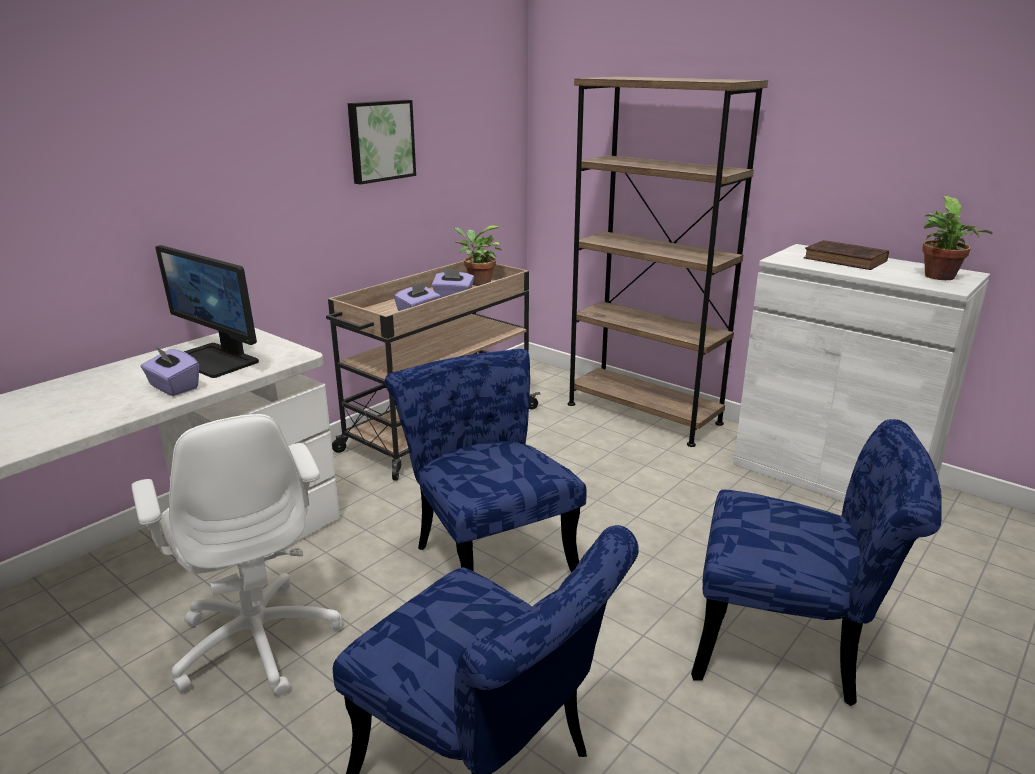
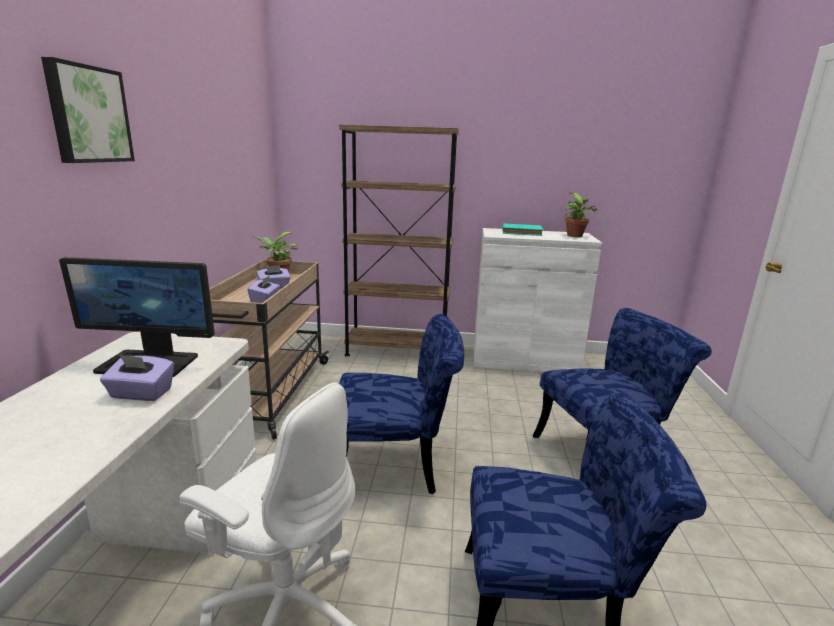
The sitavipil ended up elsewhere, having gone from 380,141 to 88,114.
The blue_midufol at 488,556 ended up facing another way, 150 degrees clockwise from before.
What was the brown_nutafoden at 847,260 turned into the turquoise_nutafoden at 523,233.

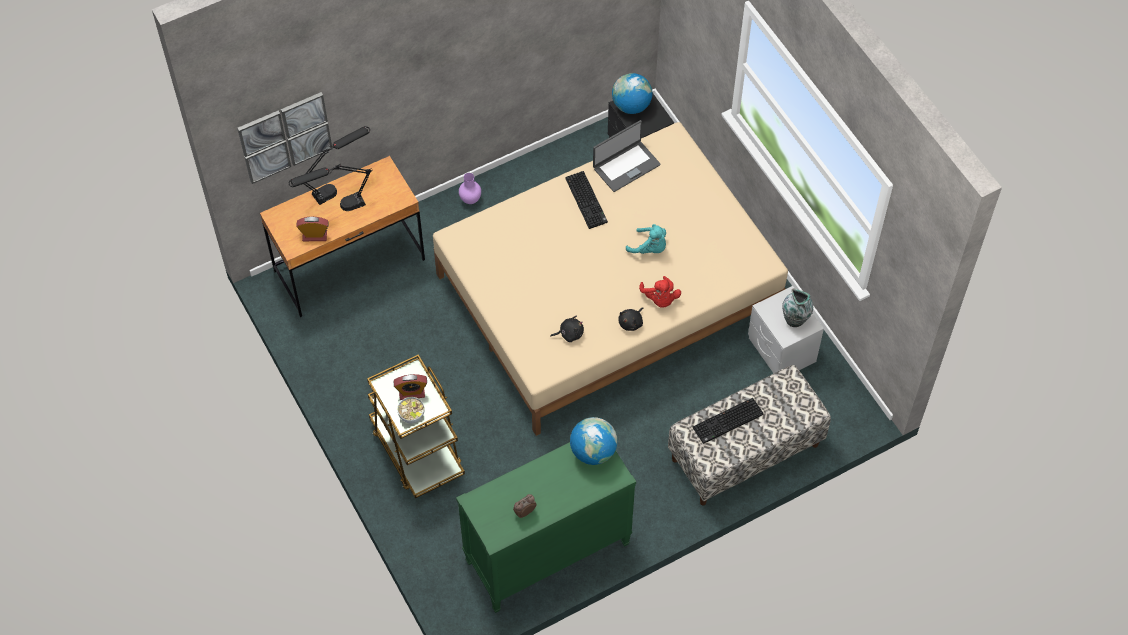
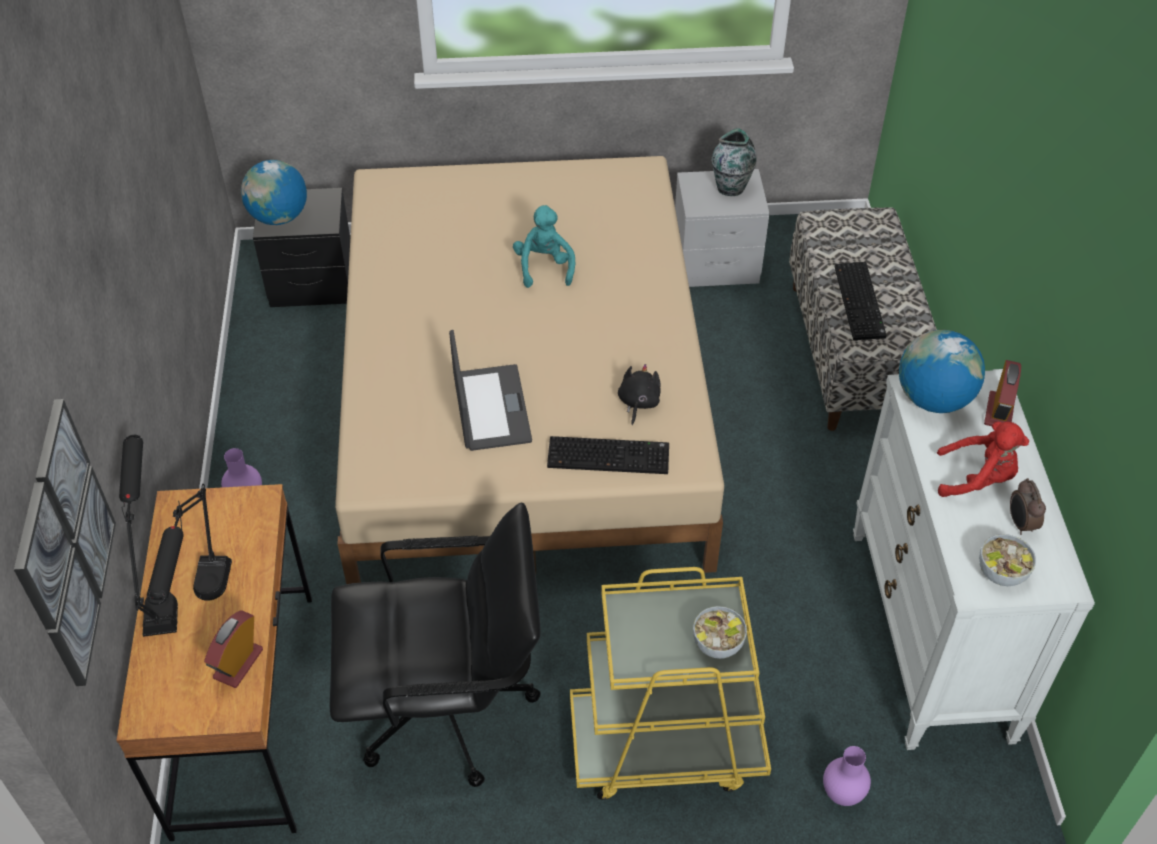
What was the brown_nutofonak at 417,450 turned into the yellow_nutofonak at 665,745.
The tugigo ended up elsewhere, having gone from 411,393 to 999,411.
What was the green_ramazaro at 547,554 turned into the white_ramazaro at 931,634.
The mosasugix ended up elsewhere, having gone from 587,200 to 609,455.
The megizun ended up elsewhere, having gone from 626,166 to 490,408.
The second view lost the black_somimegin at 631,322.
The turquoise_somimegin at 649,248 ended up facing another way, 60 degrees counterclockwise from before.
The red_somimegin ended up elsewhere, having gone from 660,299 to 977,479.
The second view gained the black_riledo at 447,709.
The second view gained the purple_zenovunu at 843,793.
The second view gained the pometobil at 1001,573.

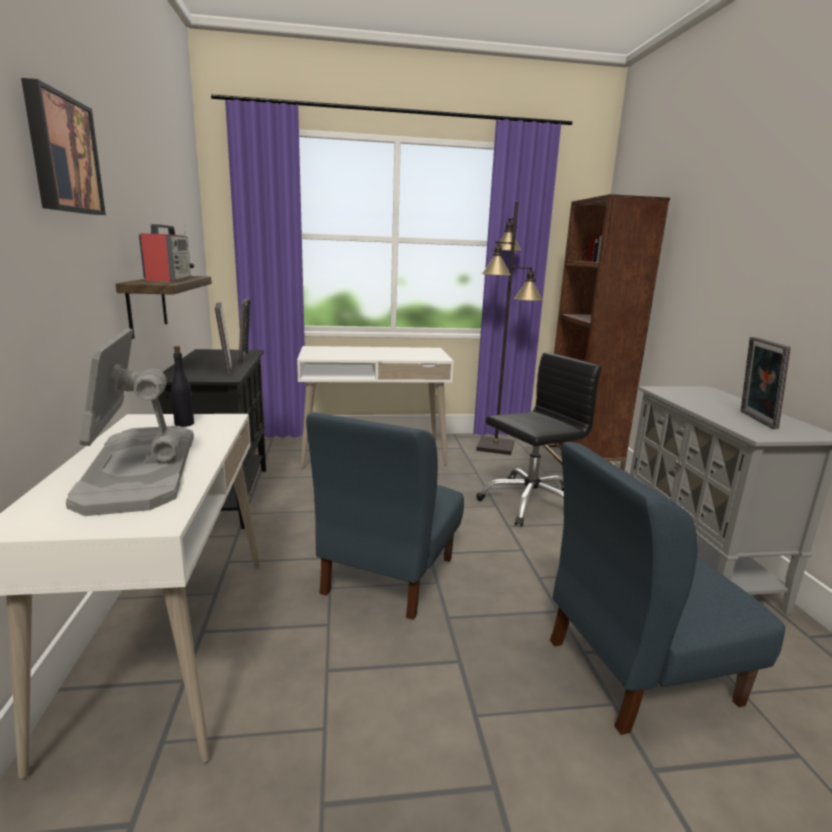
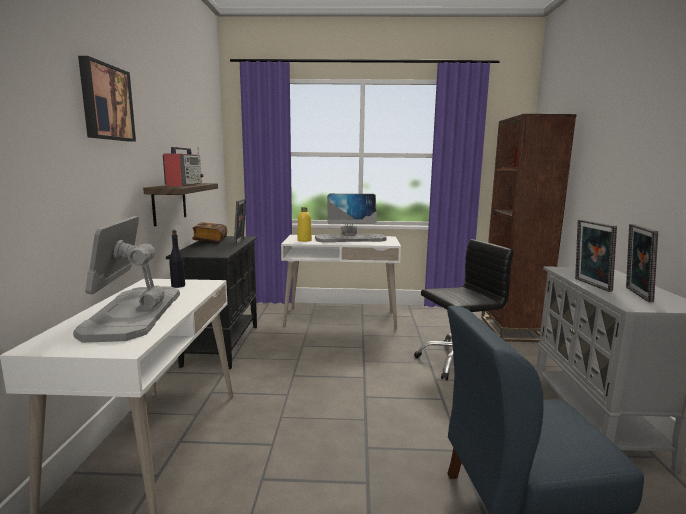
The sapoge ended up elsewhere, having gone from 226,369 to 590,285.
The second view lost the blue_midufol at 388,575.
The second view lost the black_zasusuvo at 496,446.
The second view gained the nutafoden at 210,241.
The second view gained the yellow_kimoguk at 304,240.
The second view gained the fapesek at 351,239.

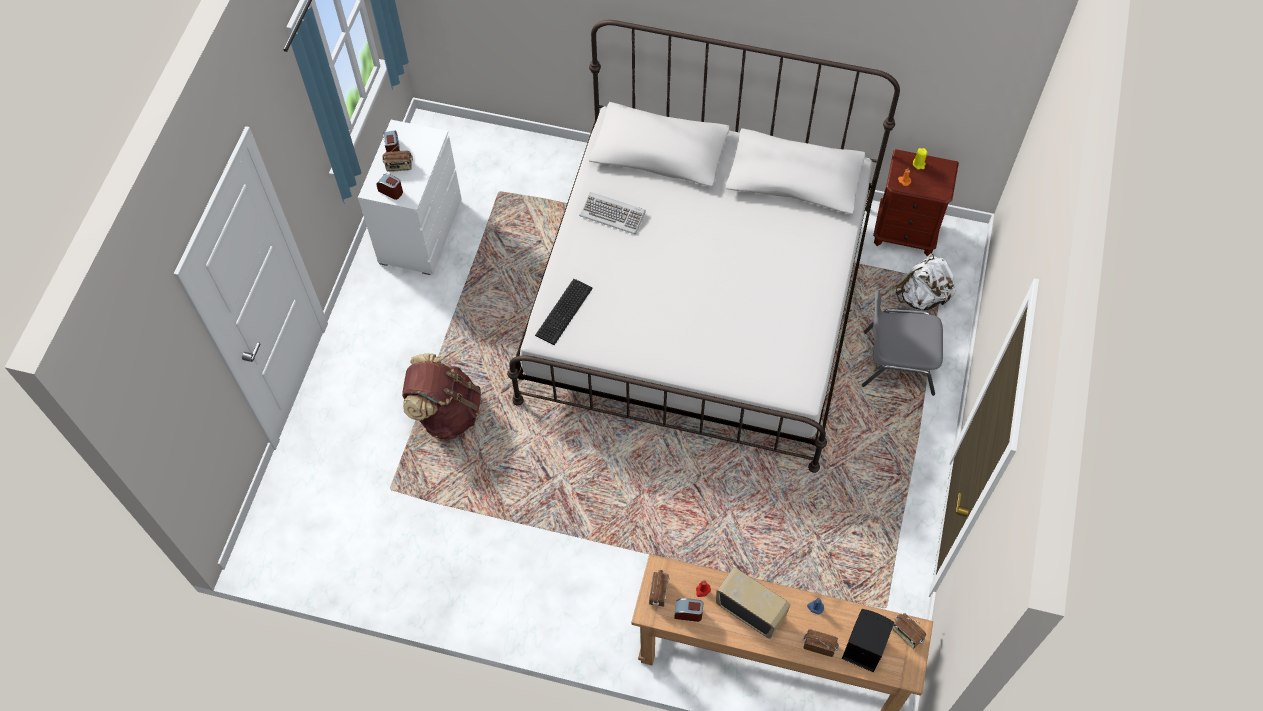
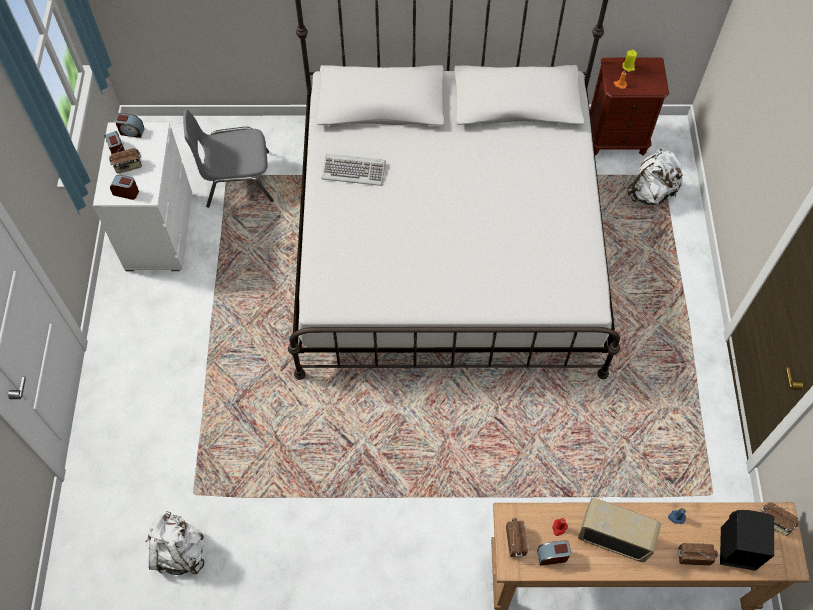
The second view lost the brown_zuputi at 446,412.
The second view lost the mosasugix at 565,311.
The grey_midufol ended up elsewhere, having gone from 897,361 to 236,180.
The second view gained the tugigo at 131,131.
The second view gained the white_zuputi at 179,552.

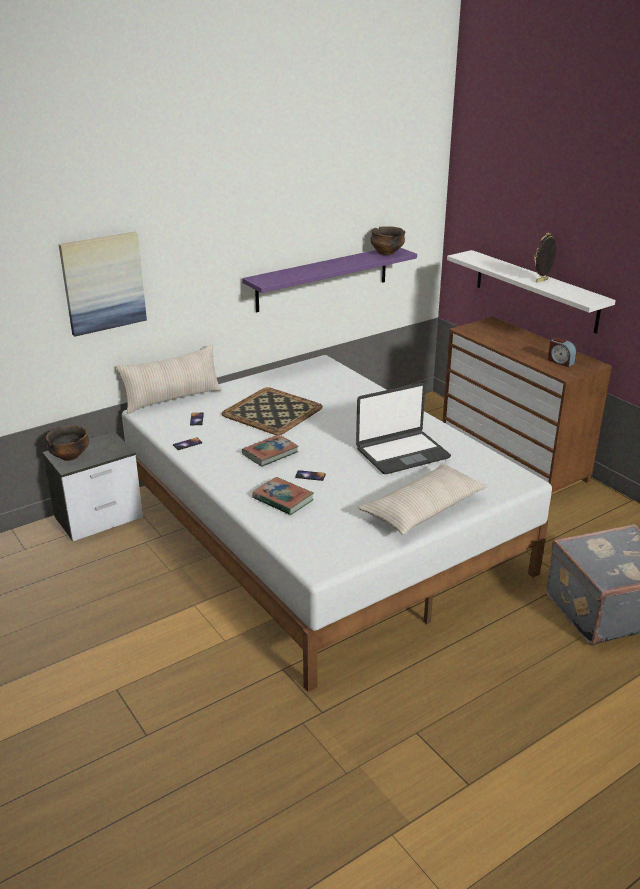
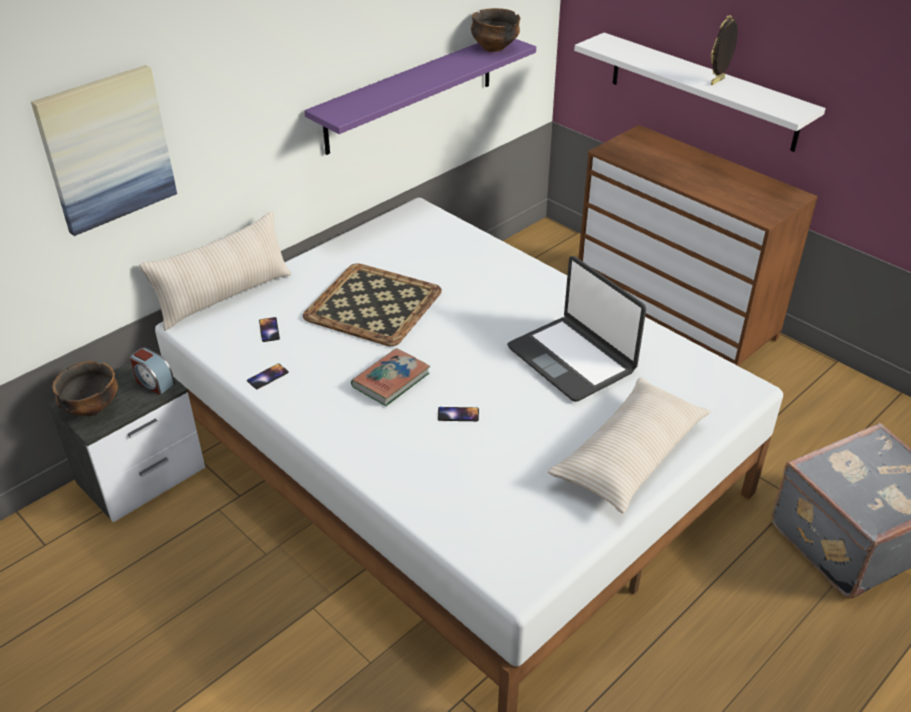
The second view lost the nutafoden at 283,499.
The megizun at 402,453 ended up facing another way, 90 degrees clockwise from before.
The tugigo ended up elsewhere, having gone from 560,361 to 154,382.

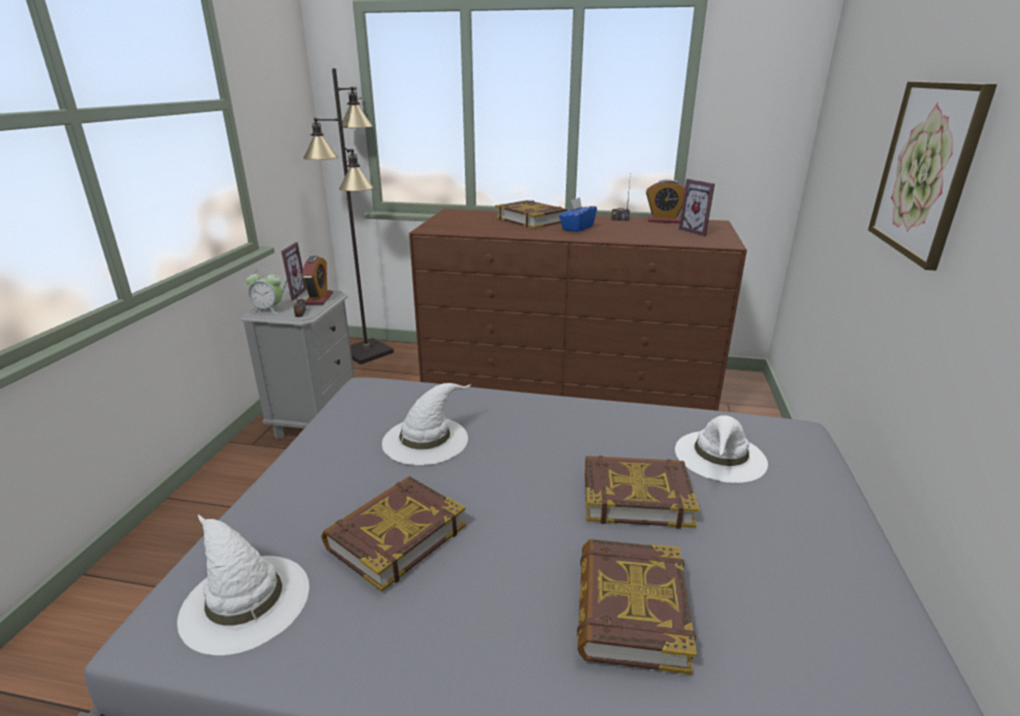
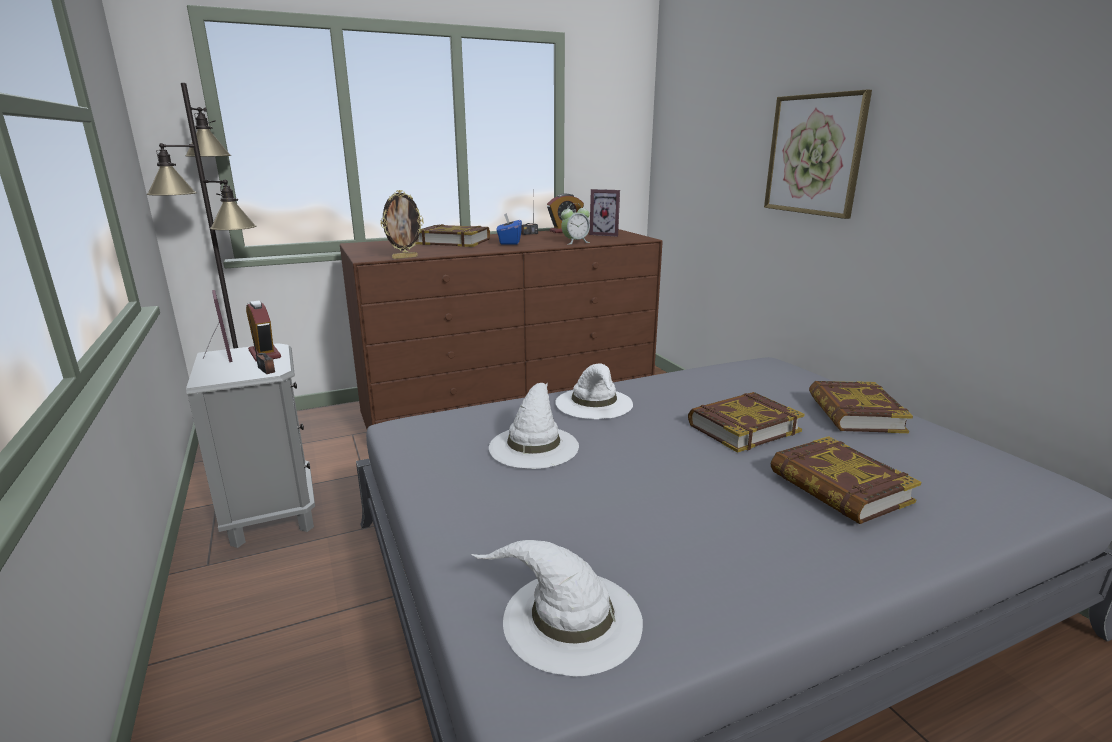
The tugigo ended up elsewhere, having gone from 268,310 to 575,242.
The nutafoden ended up elsewhere, having gone from 395,536 to 854,413.
The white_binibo ended up elsewhere, having gone from 720,456 to 594,403.
The second view gained the sapoge at 405,257.

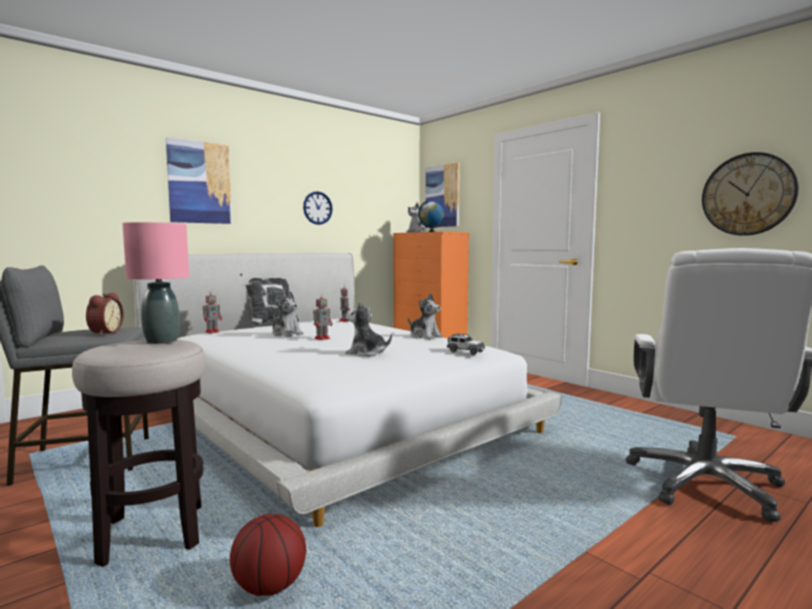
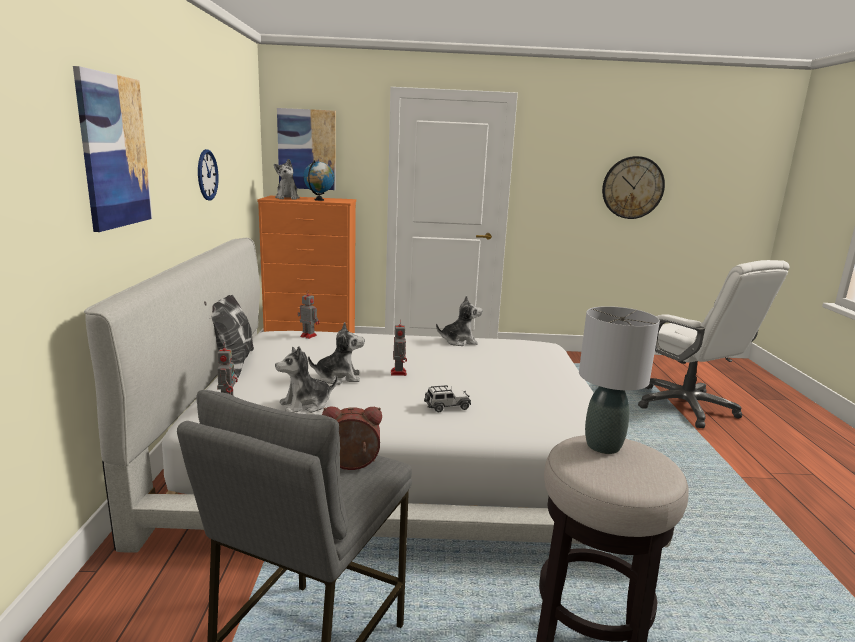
The tugigo at 104,332 ended up facing another way, 45 degrees counterclockwise from before.
What was the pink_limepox at 162,341 turned into the grey_limepox at 604,446.
The second view lost the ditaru at 270,587.
The somimegin ended up elsewhere, having gone from 366,353 to 305,405.
The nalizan ended up elsewhere, having gone from 465,352 to 447,406.

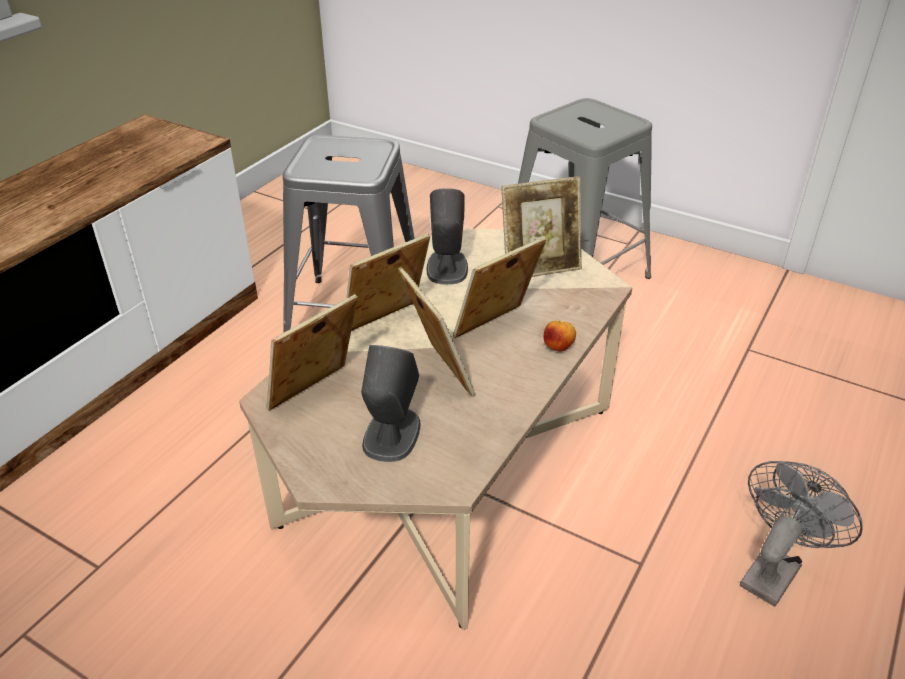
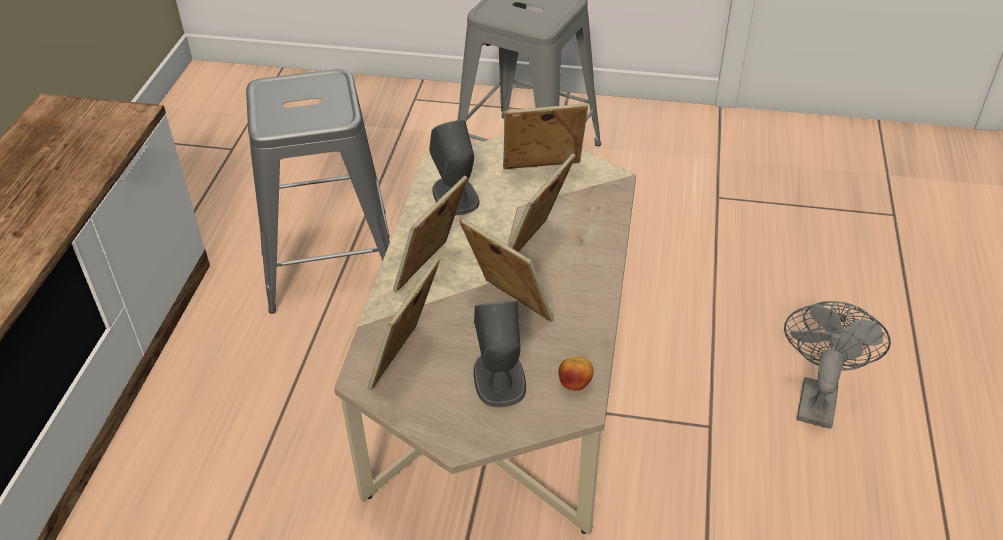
The sapoge at 540,267 ended up facing another way, 150 degrees counterclockwise from before.
The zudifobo ended up elsewhere, having gone from 558,347 to 575,384.

